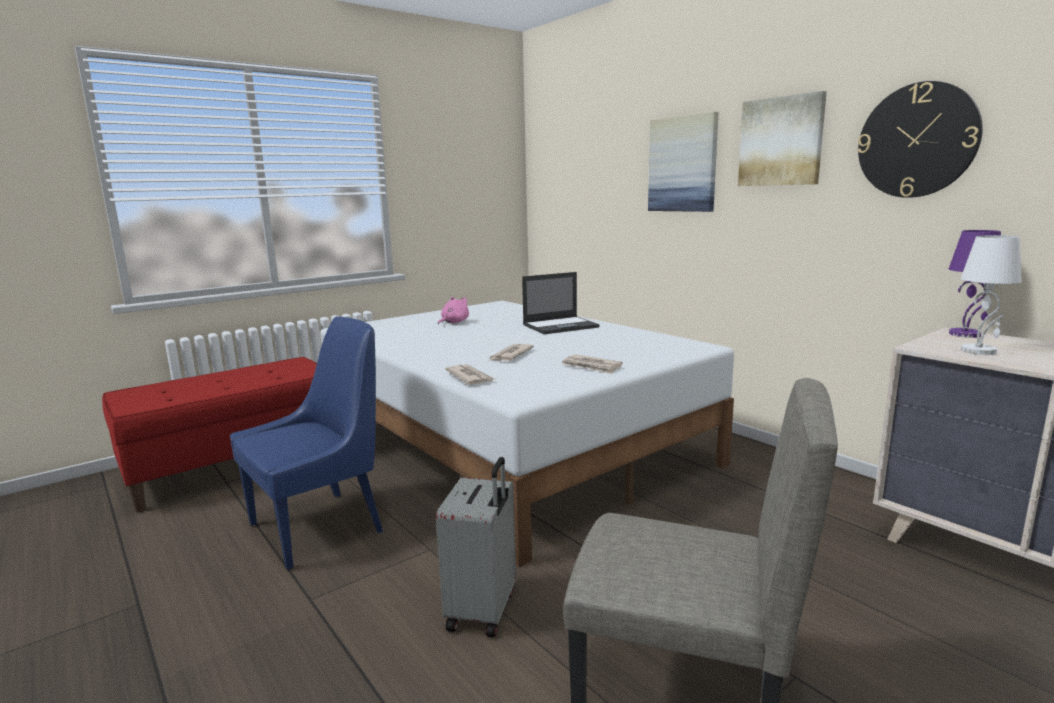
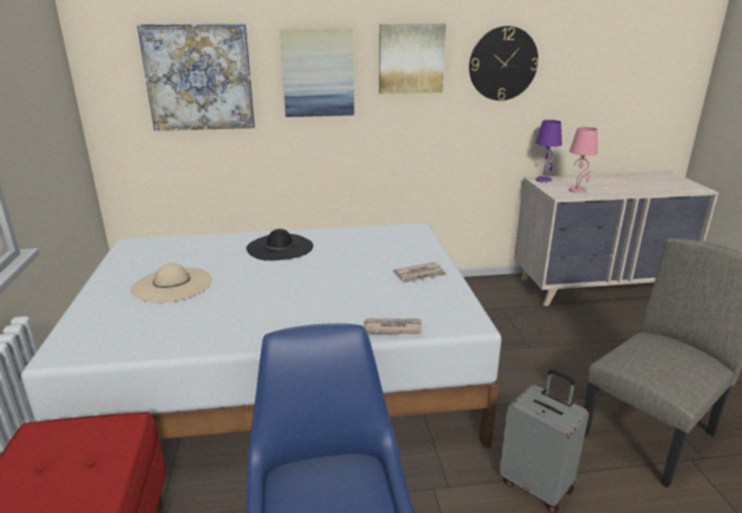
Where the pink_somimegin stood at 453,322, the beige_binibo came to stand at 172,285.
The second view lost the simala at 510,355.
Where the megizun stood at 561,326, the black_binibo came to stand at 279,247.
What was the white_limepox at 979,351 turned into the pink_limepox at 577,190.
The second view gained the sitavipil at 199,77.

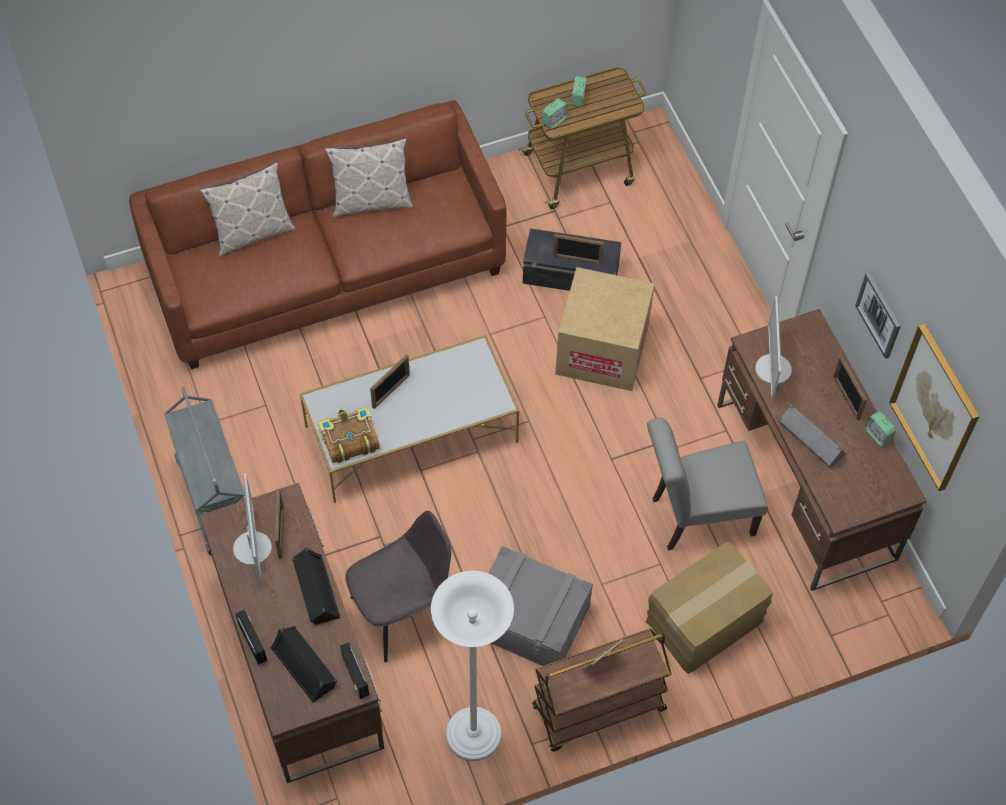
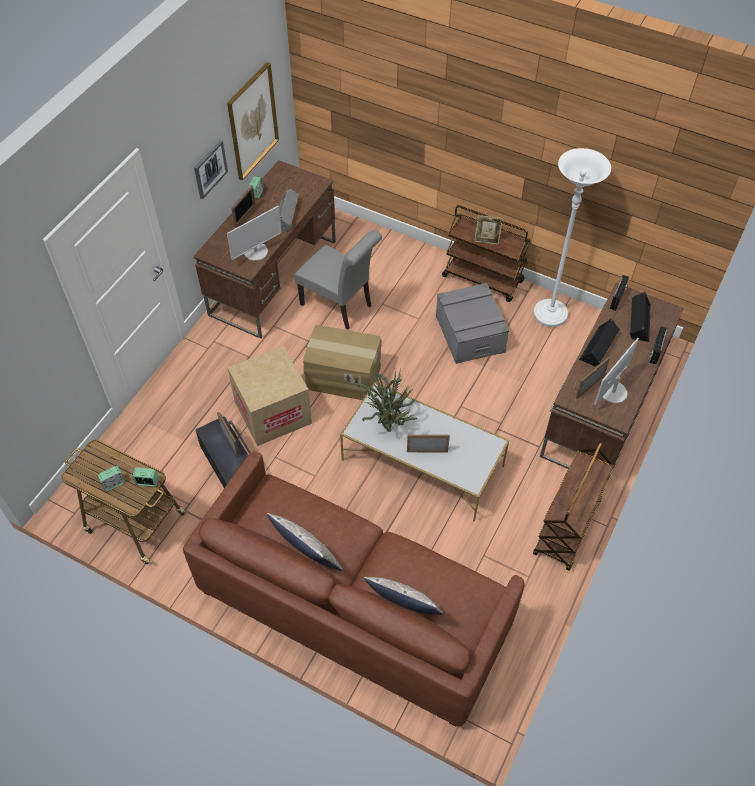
What was the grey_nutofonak at 215,498 turned into the brown_nutofonak at 567,528.
The second view lost the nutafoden at 349,439.
The second view lost the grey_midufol at 402,613.
The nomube ended up elsewhere, having gone from 705,622 to 344,376.
The second view gained the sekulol at 388,423.

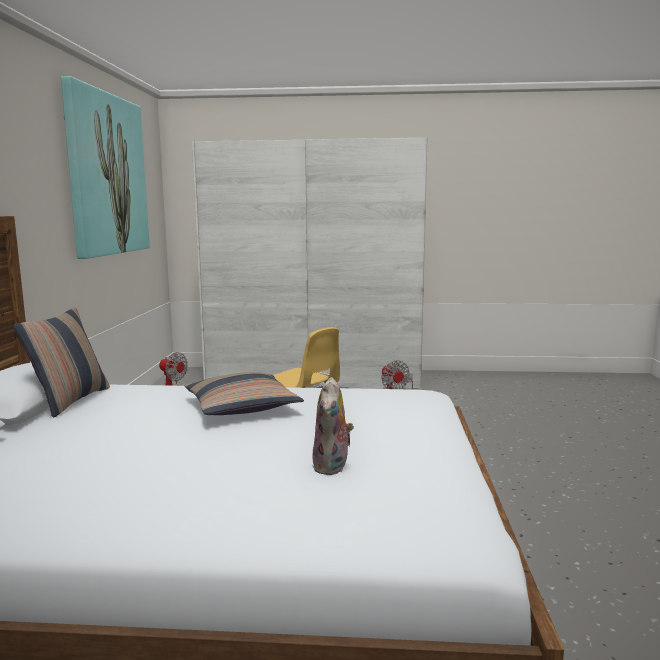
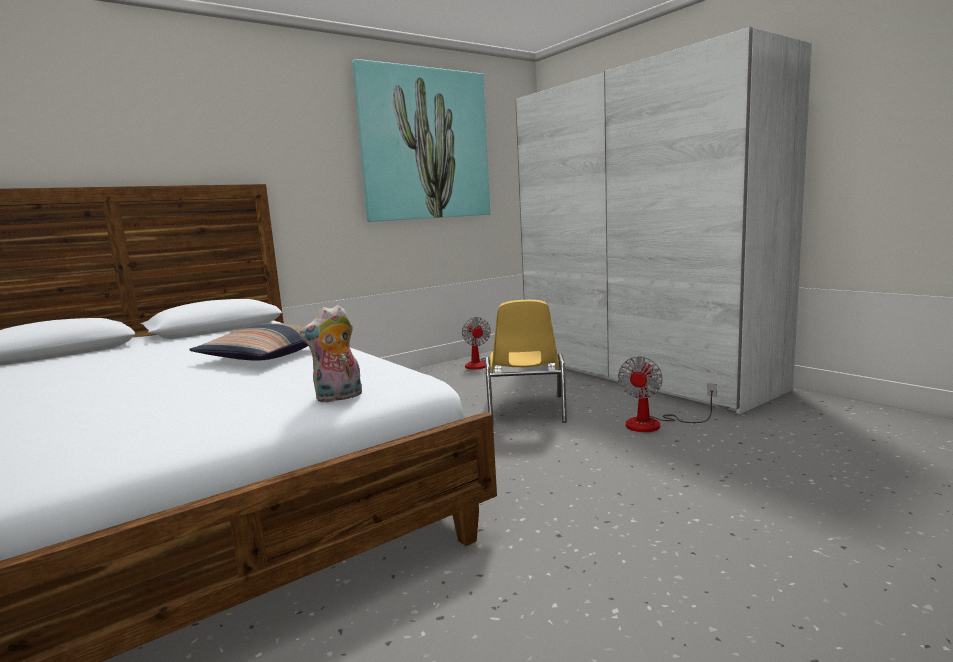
The second view lost the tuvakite at 70,401.
The somimegin ended up elsewhere, having gone from 333,467 to 338,397.

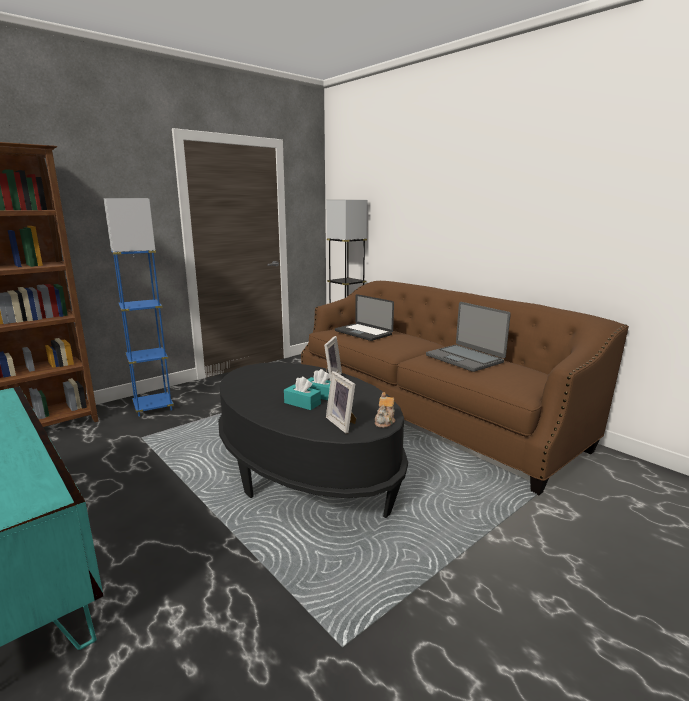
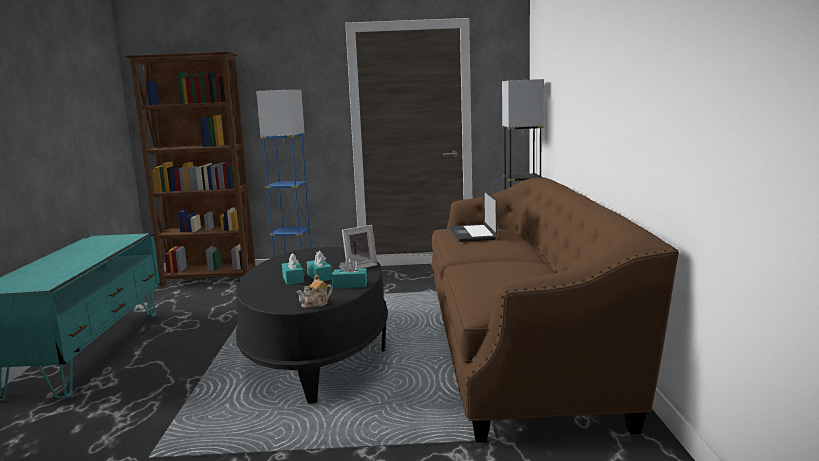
The second view lost the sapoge at 343,423.
The second view lost the megizun at 465,359.
The second view gained the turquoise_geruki at 350,285.

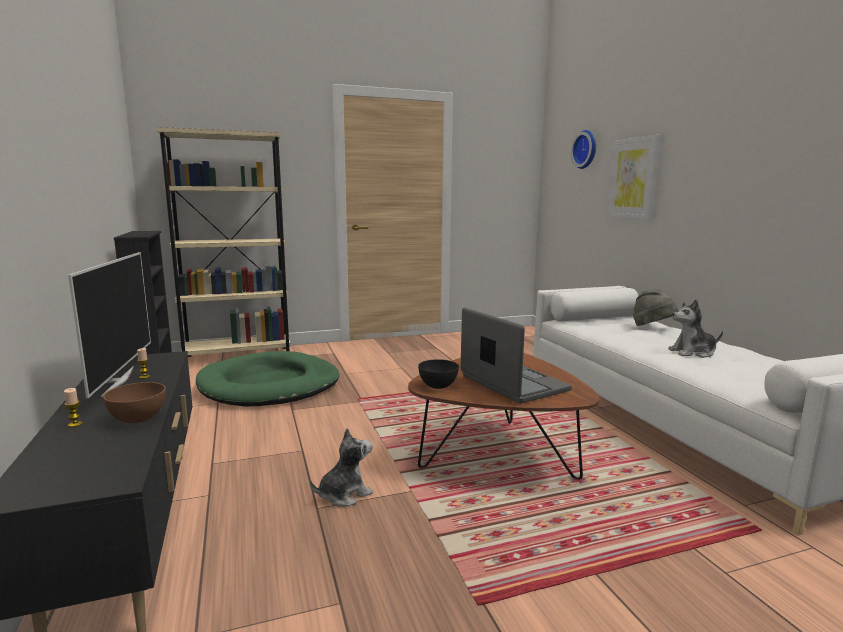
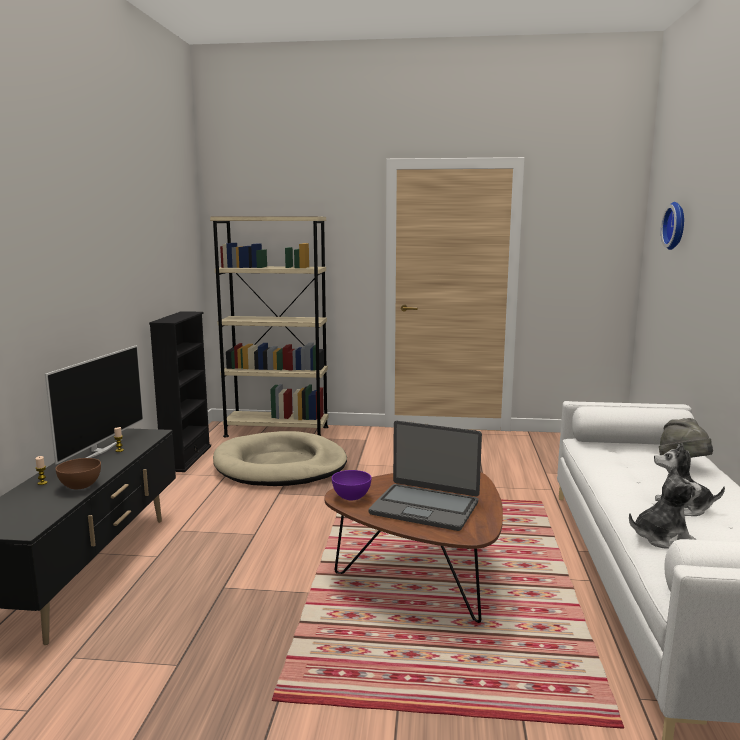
What was the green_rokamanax at 270,385 turned into the beige_rokamanax at 280,465.
The somimegin ended up elsewhere, having gone from 344,494 to 661,538.
What was the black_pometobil at 438,386 turned into the purple_pometobil at 352,497.
The megizun at 512,383 ended up facing another way, 120 degrees clockwise from before.
The second view lost the sitavipil at 633,178.

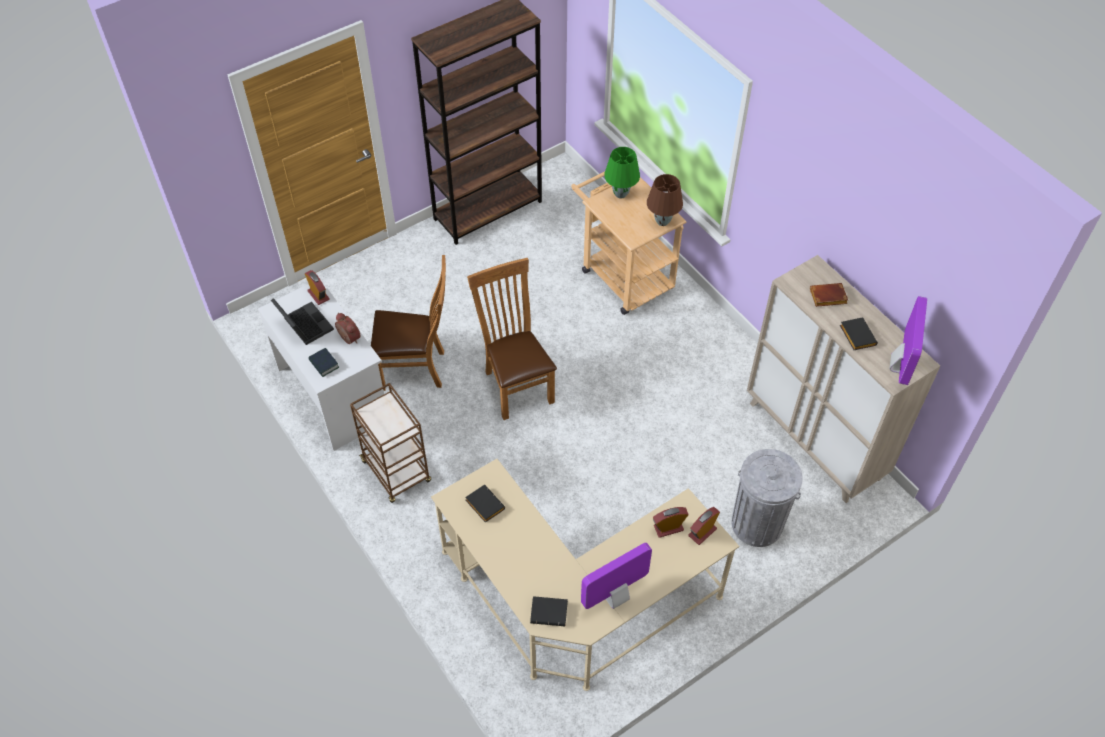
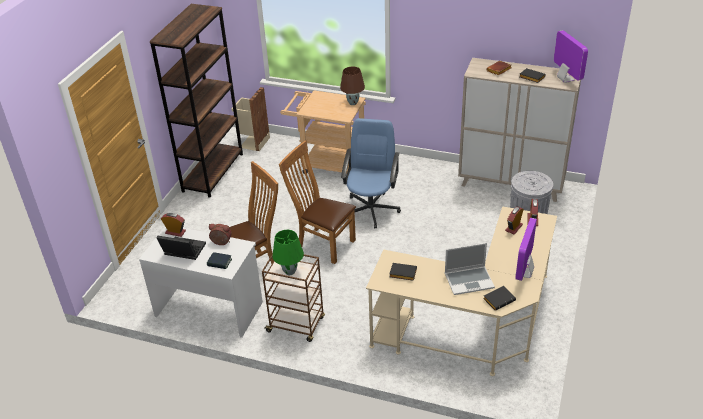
The green_limepox ended up elsewhere, having gone from 621,194 to 290,271.
The second view gained the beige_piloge at 253,142.
The second view gained the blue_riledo at 371,209.
The second view gained the megizun at 469,280.

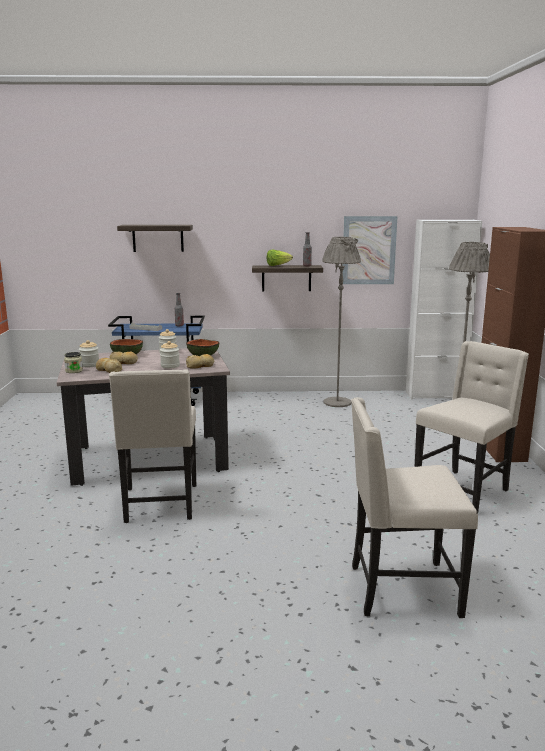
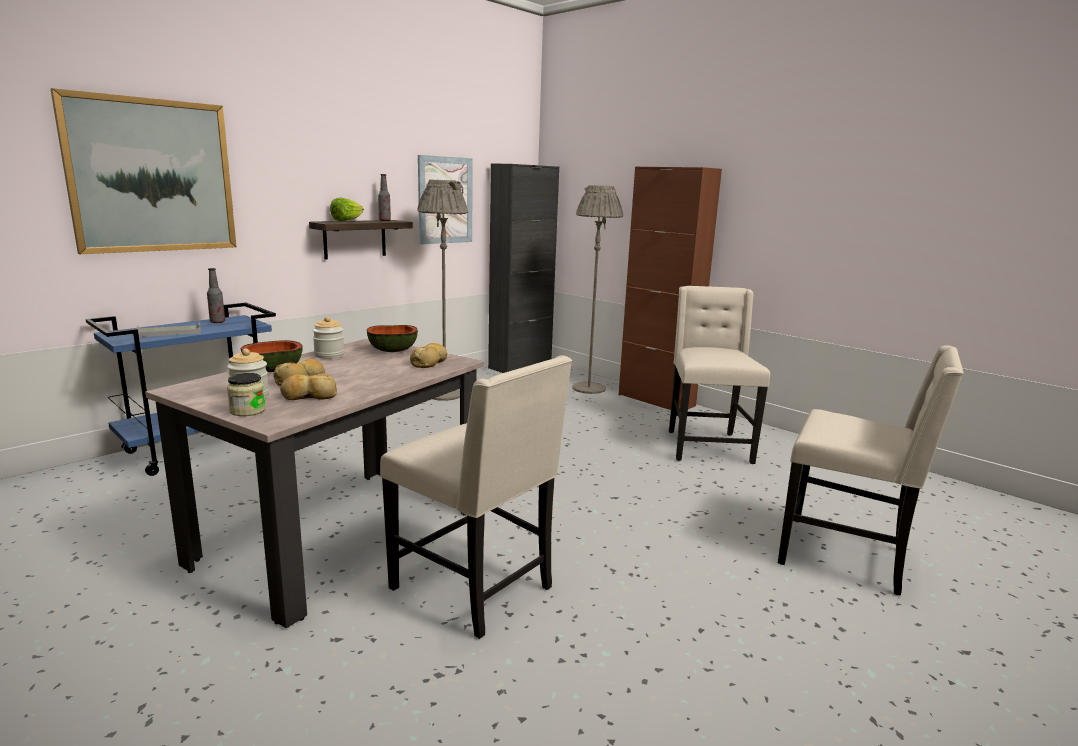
Where the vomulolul hung at 158,238, the sitavipil came to hang at 152,176.
The second view lost the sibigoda at 170,366.
The beige_midufol at 401,590 ended up facing another way, 105 degrees counterclockwise from before.
What was the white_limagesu at 435,395 turned into the black_limagesu at 520,365.

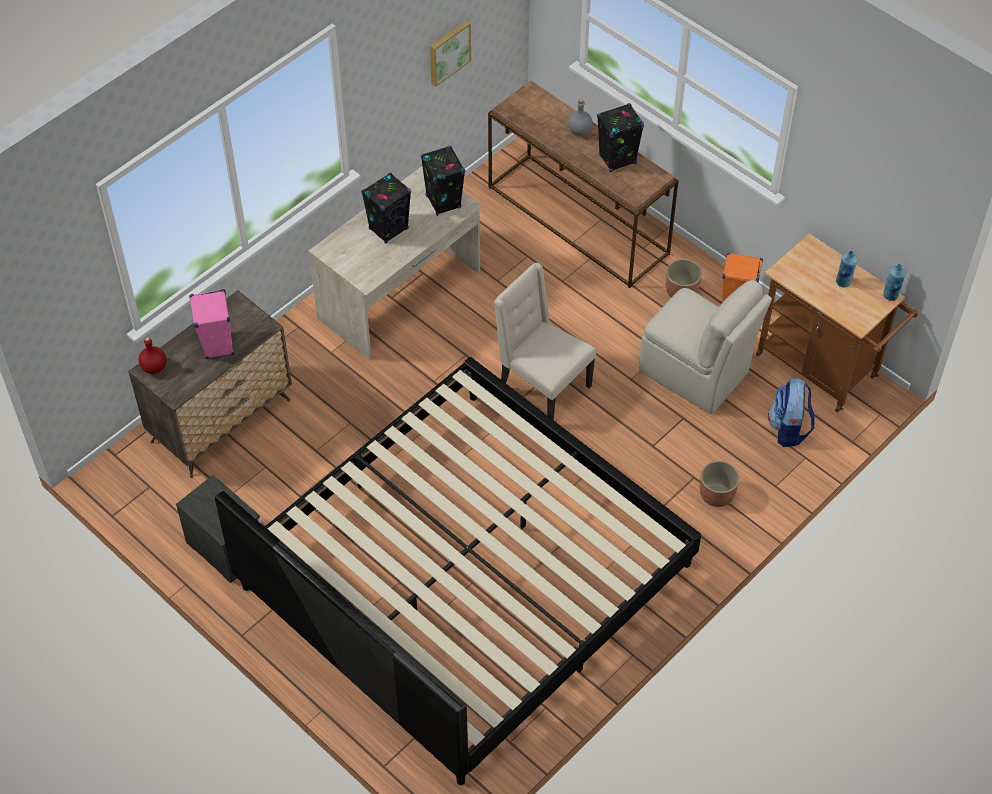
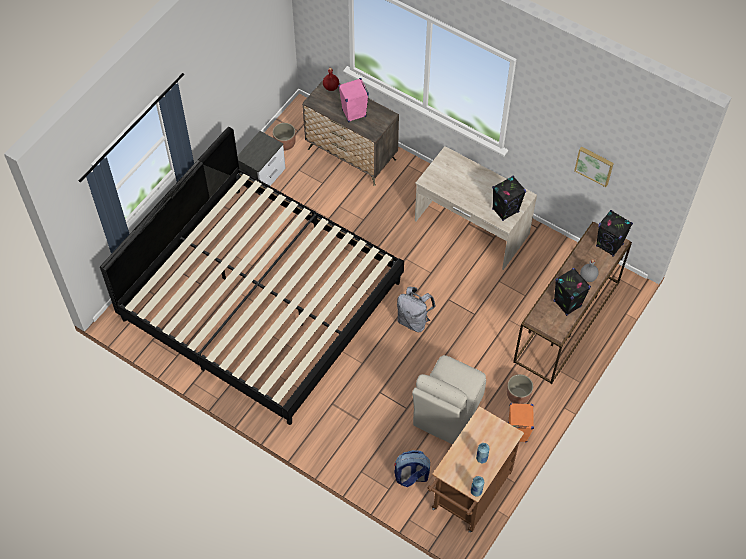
The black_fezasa ended up elsewhere, having gone from 388,229 to 609,245.
Where the beige_midufol stood at 542,387, the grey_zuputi came to stand at 414,320.
The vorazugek ended up elsewhere, having gone from 717,495 to 285,143.

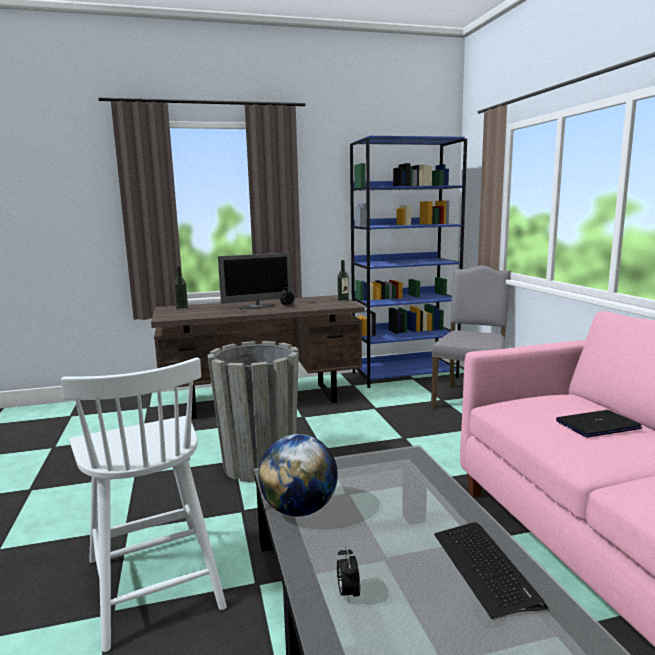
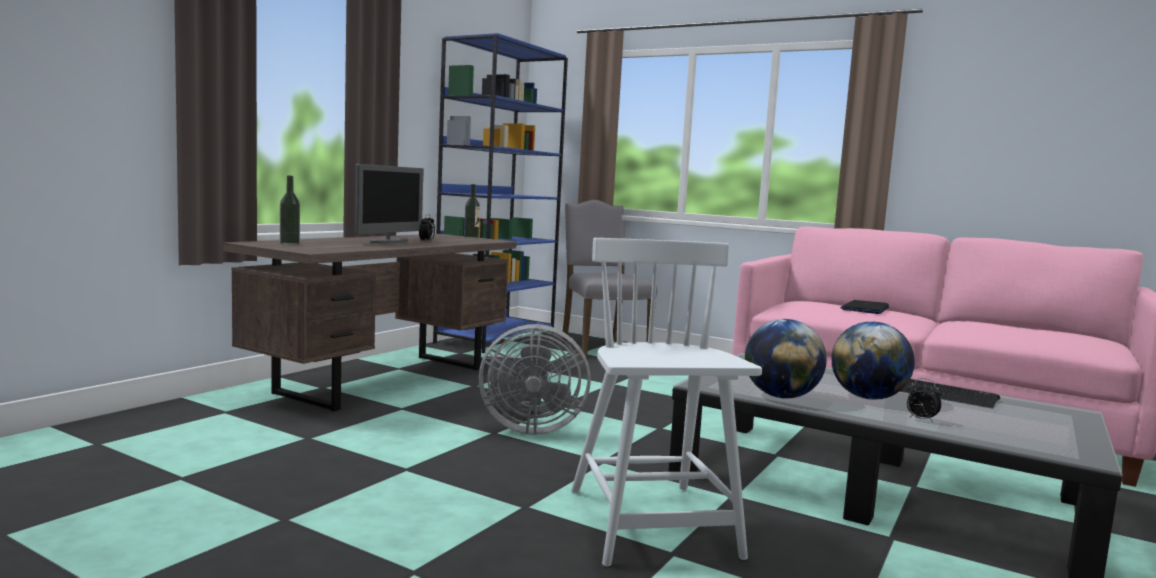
The white_midufol at 153,580 ended up facing another way, 120 degrees counterclockwise from before.
Where the grey_vorazugek stood at 259,464, the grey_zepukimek came to stand at 528,428.
The second view gained the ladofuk at 868,398.

